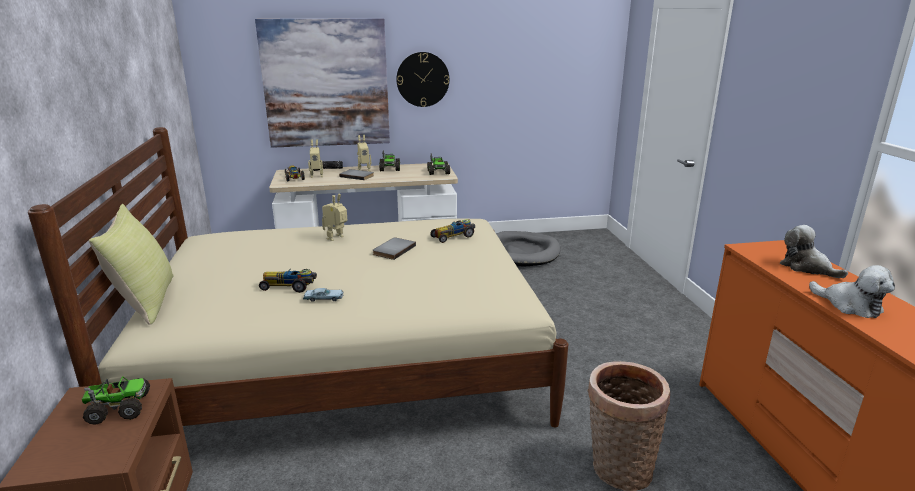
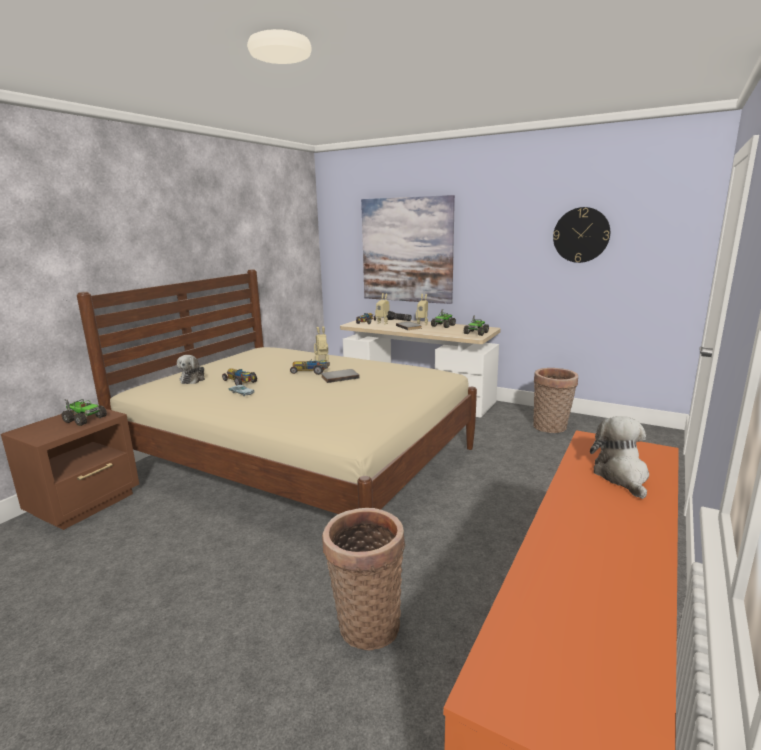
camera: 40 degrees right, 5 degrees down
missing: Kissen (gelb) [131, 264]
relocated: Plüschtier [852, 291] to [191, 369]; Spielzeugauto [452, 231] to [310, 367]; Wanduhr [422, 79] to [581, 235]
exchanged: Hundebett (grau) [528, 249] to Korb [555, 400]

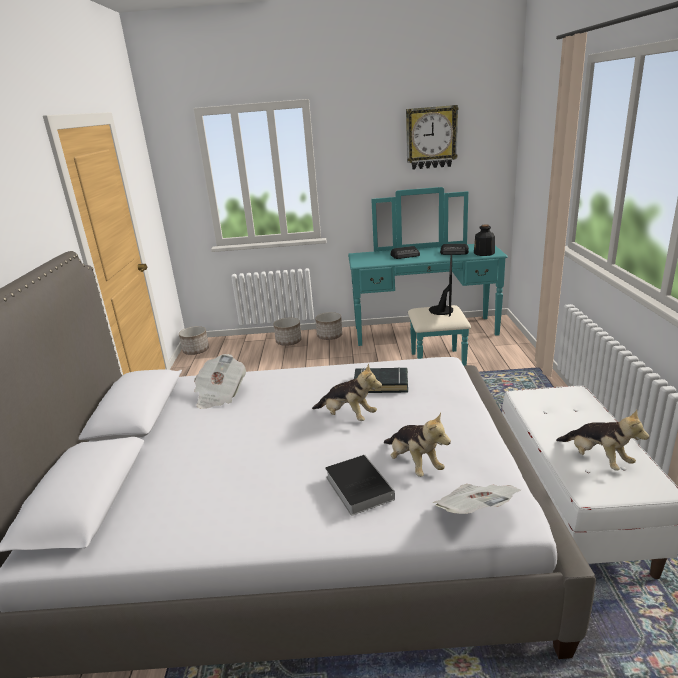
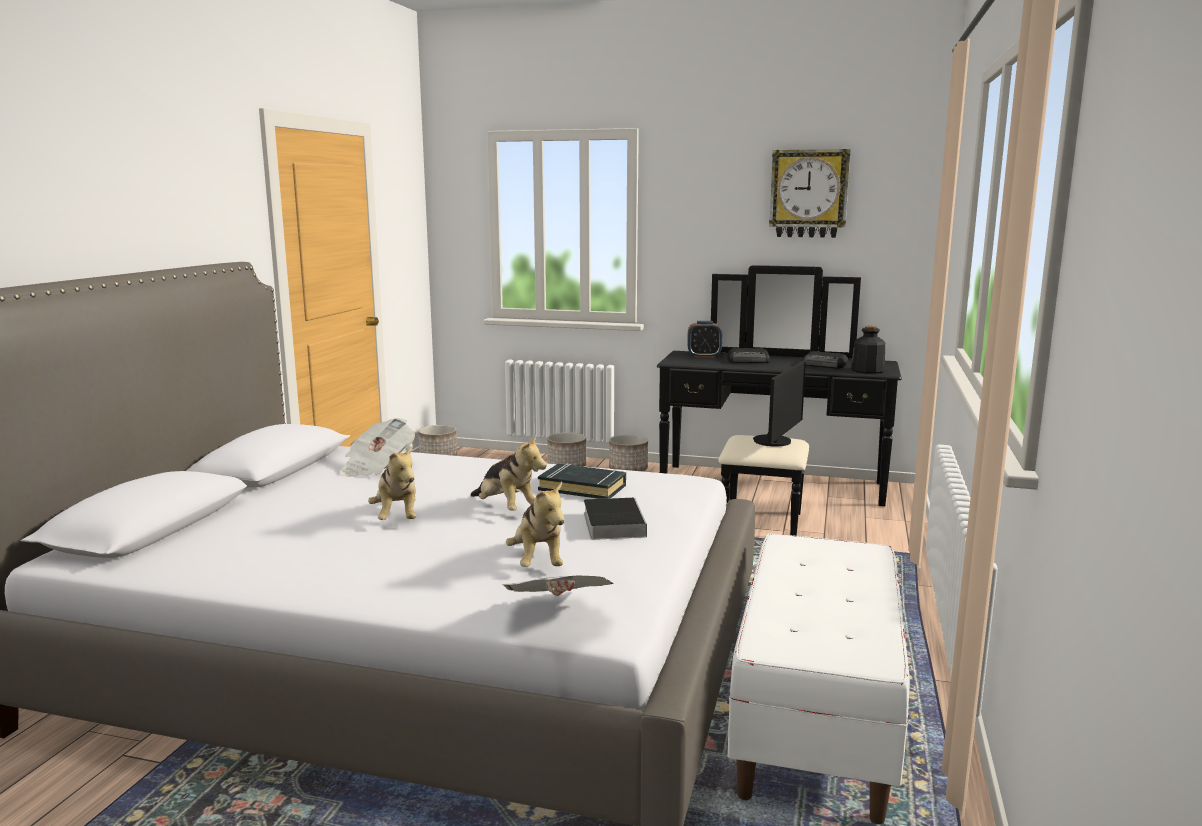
camera: 15 degrees right, 10 degrees down
appeared: Wecker [704, 339]
relocated: Plüschtier [602, 439] to [392, 482]; Buch [360, 485] to [615, 519]
colour: Kommode (türkis) [428, 276] to Kommode (schwarz) [779, 400]

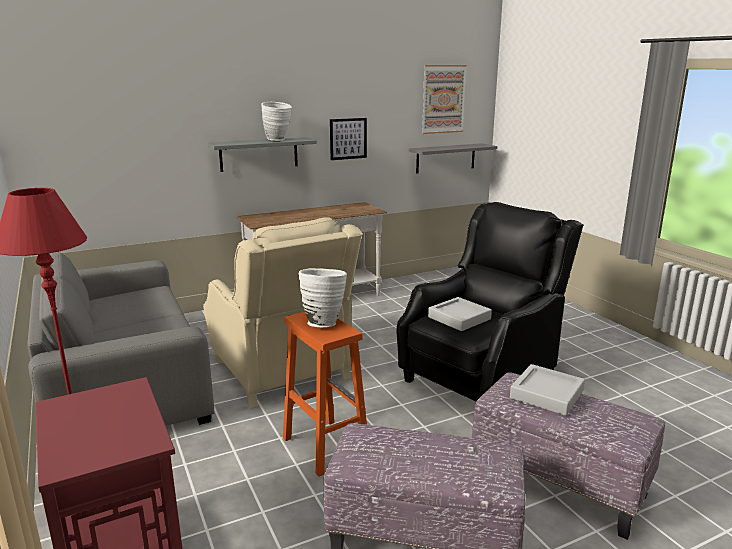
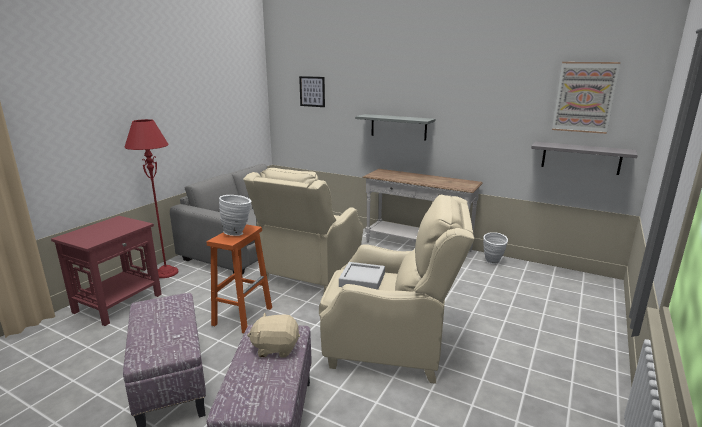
camera: 55 degrees right, 0 degrees up
relocated: Bild [348, 139] to [312, 91]; Vase (weiß) [276, 121] to [495, 248]
exchanged: Tablett (grau) [547, 390] to Plüschtier (beige) [273, 335]
colour: Sessel (schwarz) [490, 301] to Sessel (beige) [397, 289]

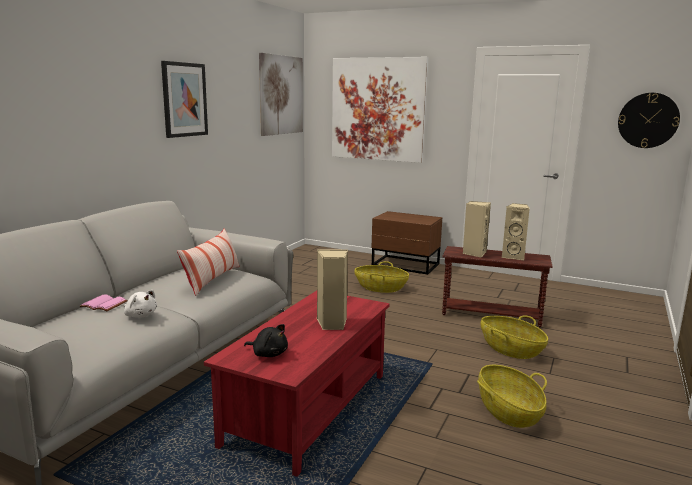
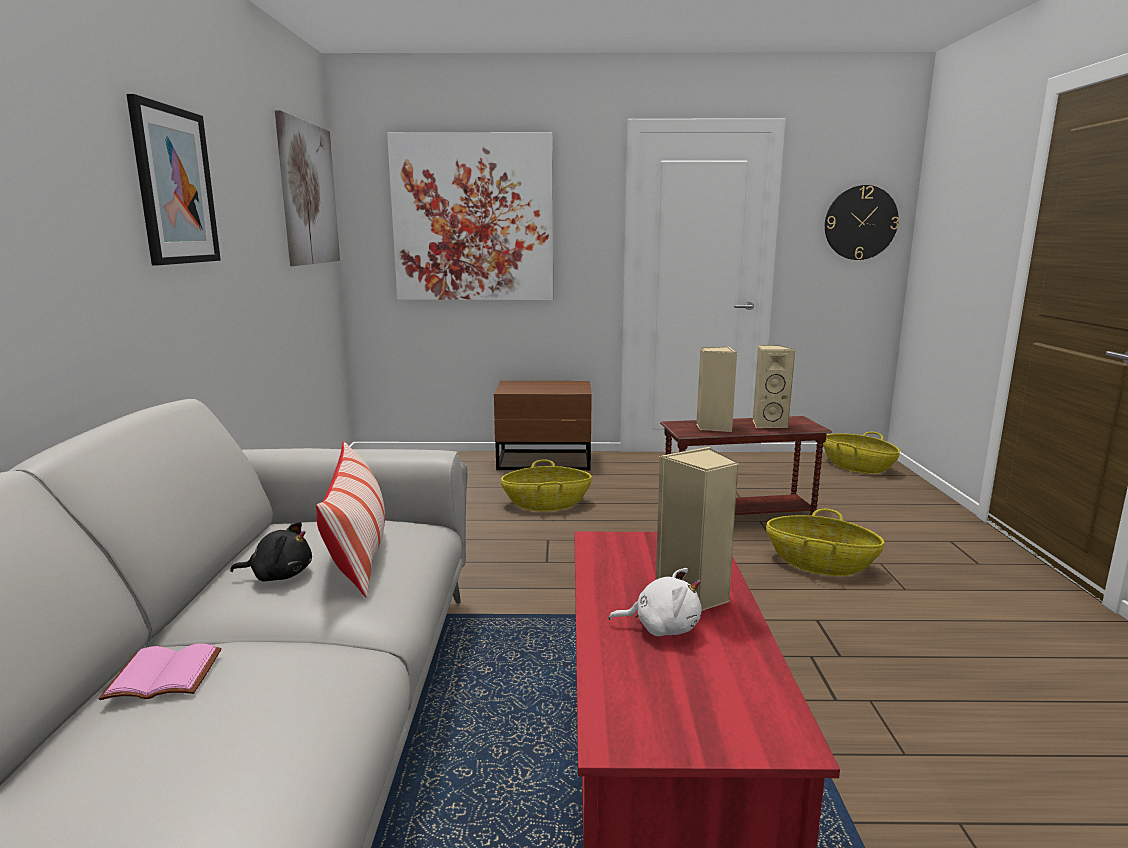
camera: 25 degrees left, 0 degrees up
relocated: Plüschtier (schwarz) [266, 340] to [271, 552]; Plüschtier (weiß) [140, 304] to [655, 602]; Korb [512, 396] to [861, 453]

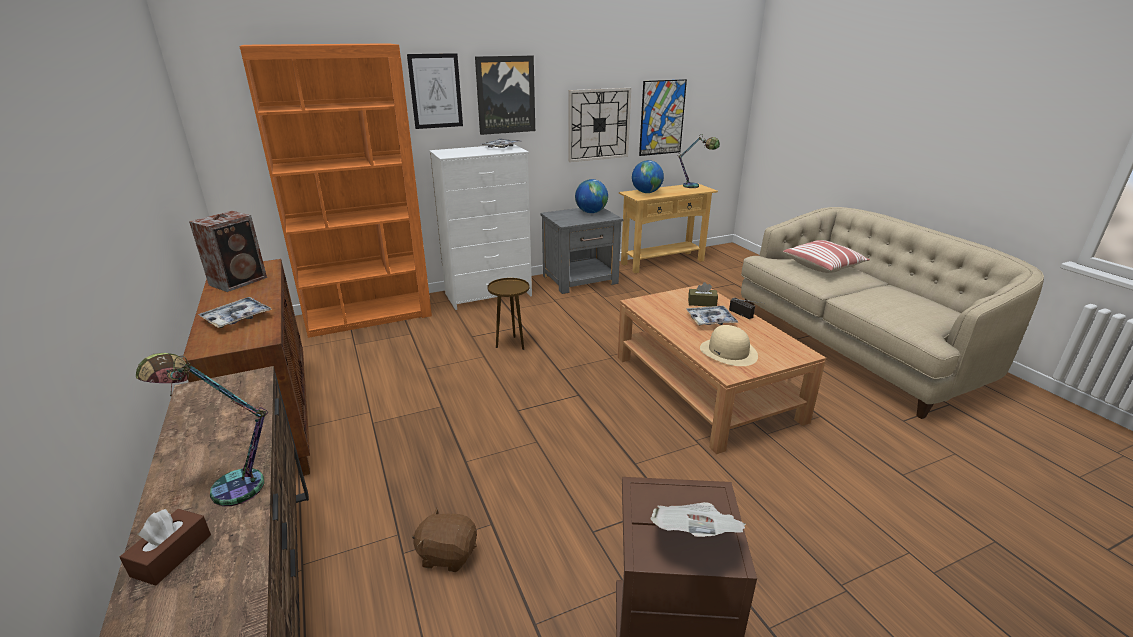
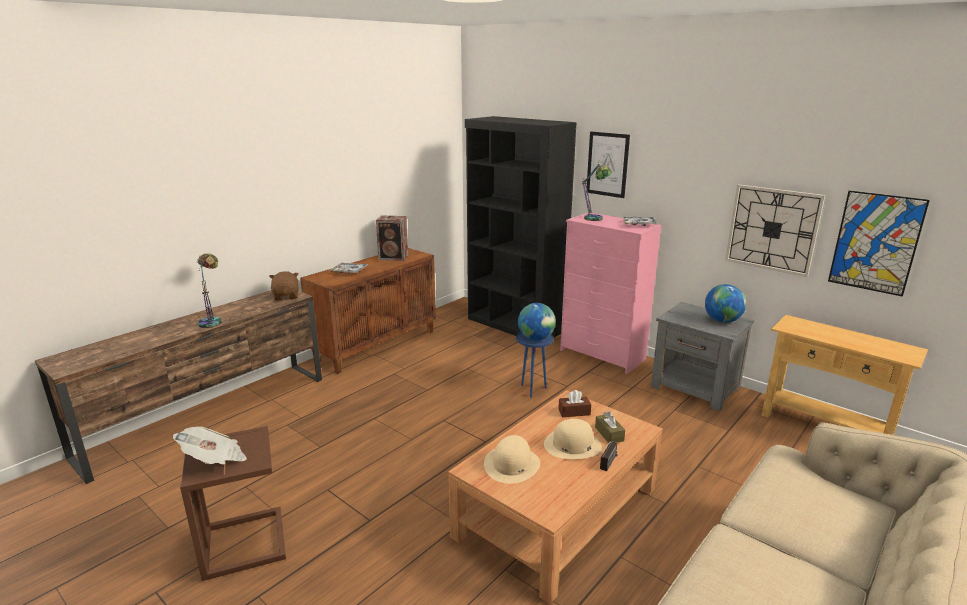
camera: 65 degrees right, 5 degrees down
missing: Bild [505, 95]; Kissen [826, 256]
relocated: Plüschtier (braun) [444, 539] to [284, 286]; Globus [648, 176] to [537, 322]; Taschentuchbox (braun) [165, 547] to [574, 403]; Tischlampe [698, 162] to [597, 191]
exchanged: Tablett [712, 316] to Hut (beige) [573, 439]
colour: Bücherregal (orange) [335, 190] to Bücherregal (schwarz) [521, 226]; Beistelltisch (braun) [508, 314] to Beistelltisch (blau) [535, 365]; Kommode (weiß) [480, 227] to Kommode (rosa) [611, 293]

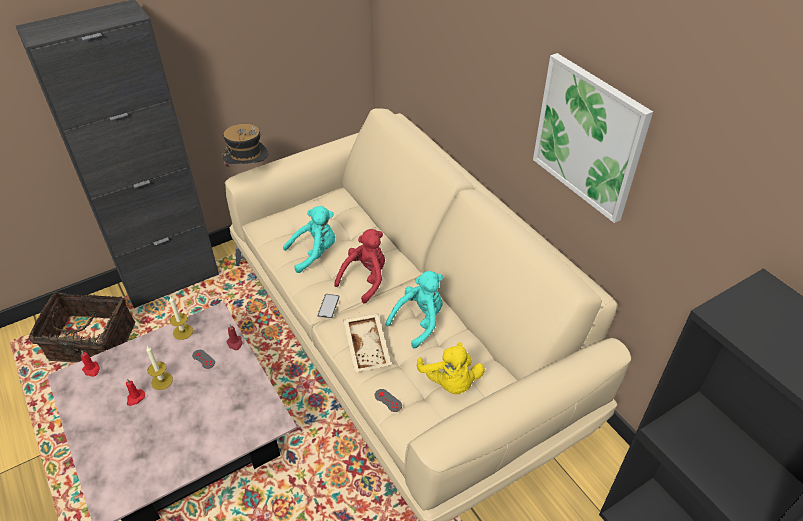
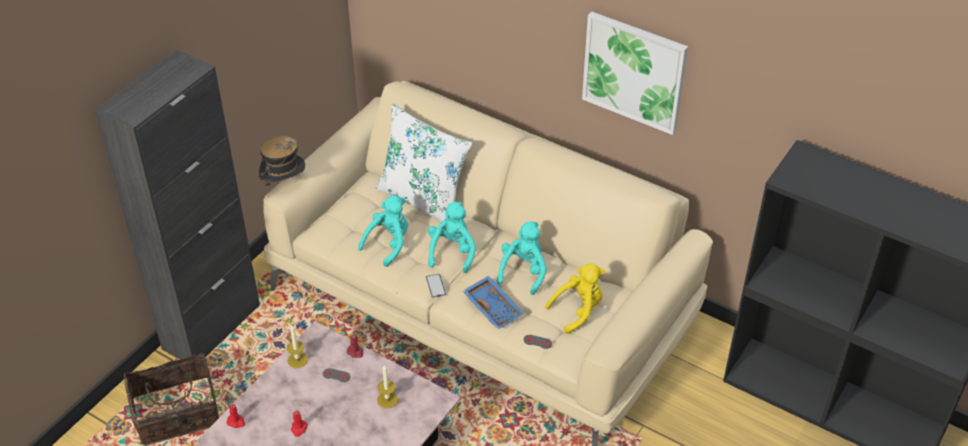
camera: 25 degrees left, 0 degrees up
appeared: Kissen (weiß) [424, 163]
relocated: Kerze [159, 368] to [387, 386]
colour: Plüschtier (rot) [359, 266] to Plüschtier (türkis) [452, 237]; Tablett (beige) [367, 342] to Tablett (blau) [493, 303]
spun: Plüschtier (gelb) [451, 368] = [575, 298] 75 degrees counterclockwise

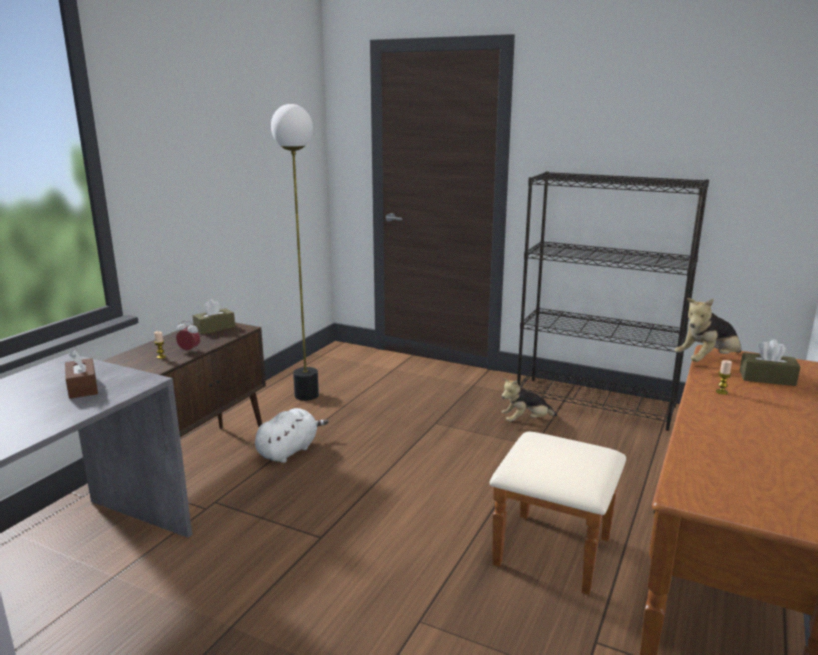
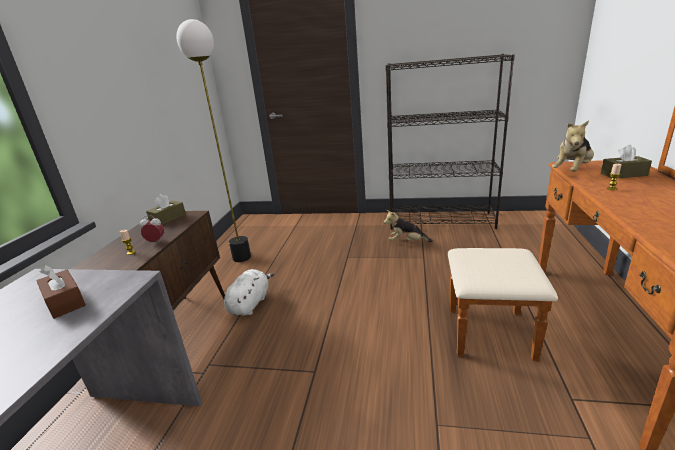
camera: 15 degrees left, 5 degrees up
spun: Plüschtier [529, 400] = [408, 226] 45 degrees clockwise

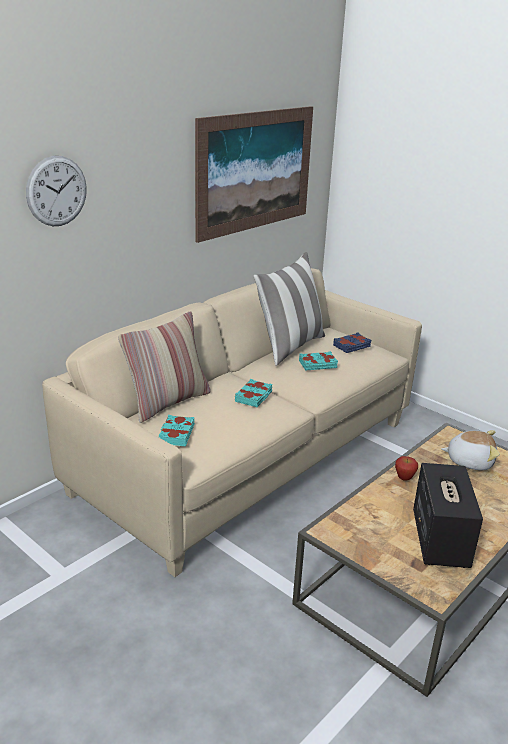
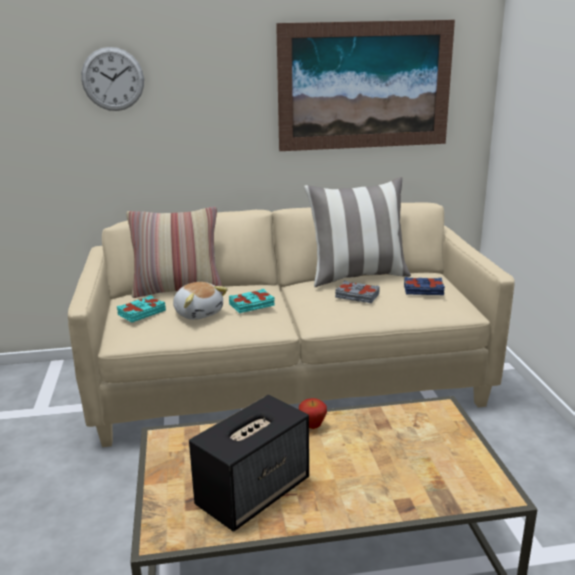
camera: 40 degrees right, 5 degrees down
relocated: Plüschtier [470, 450] to [200, 301]
colour: Buch (türkis) [318, 361] to Buch (grau) [357, 292]

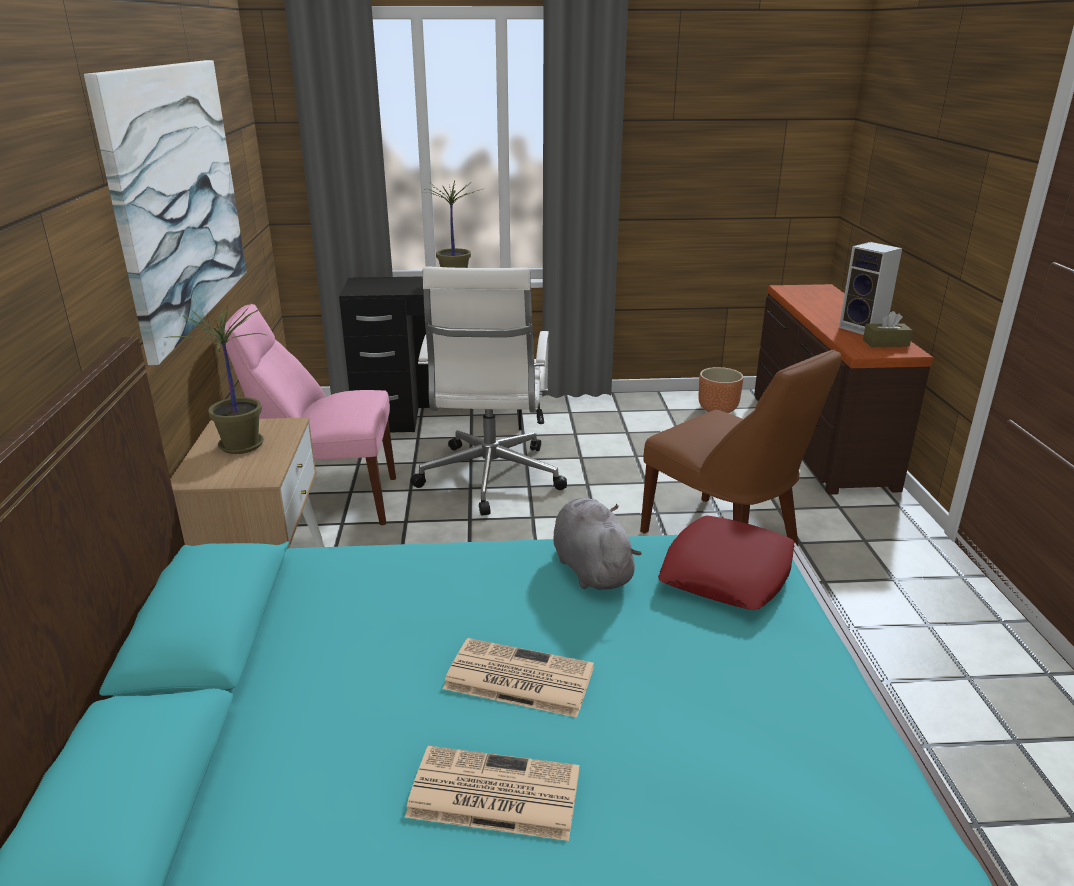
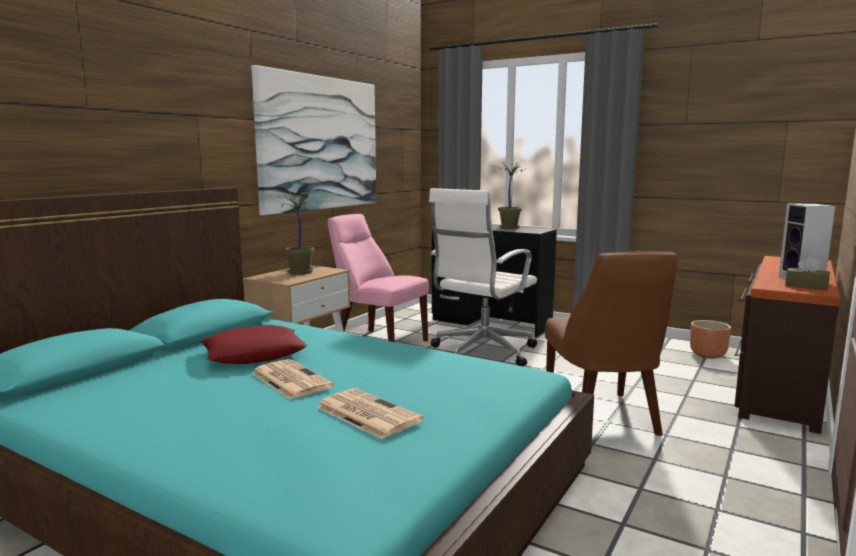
camera: 35 degrees right, 15 degrees down
missing: Plüschtier (grau) [597, 544]
relocated: Kissen (rot) [726, 563] to [254, 344]; Zeitung [492, 793] to [370, 413]

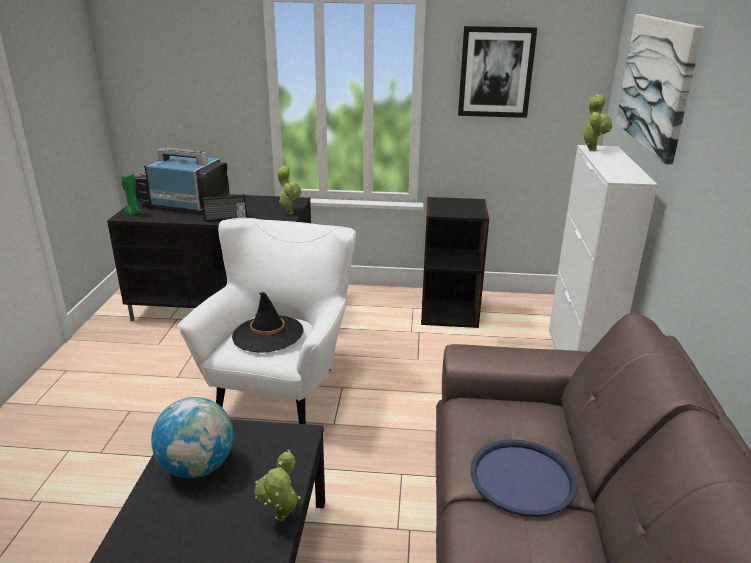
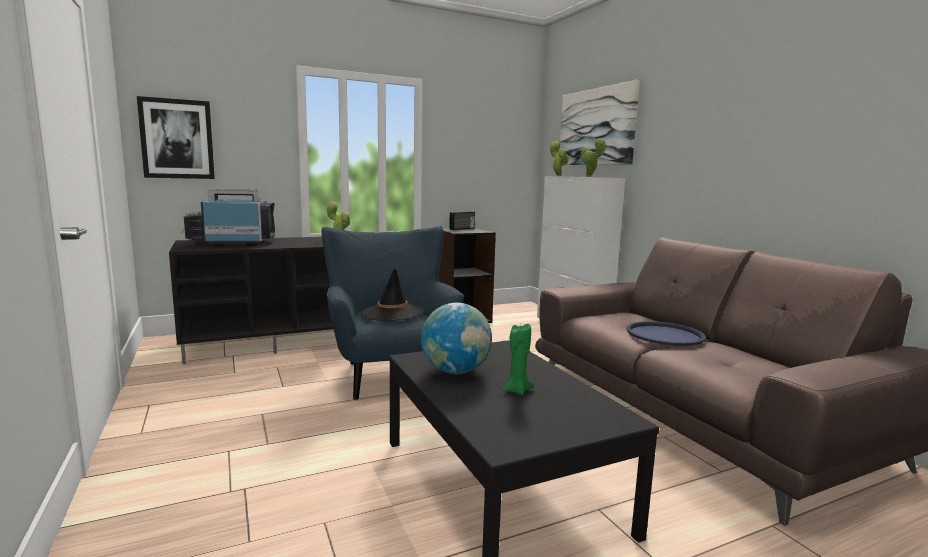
camera: 30 degrees left, 15 degrees down
relocated: Bild [497, 72] to [176, 137]; Radio [224, 208] to [462, 221]; Kerze (grün) [132, 194] to [518, 359]; Topfpflanze [277, 485] to [593, 157]
colour: Sessel (weiß) [267, 321] to Sessel (blau) [393, 313]

